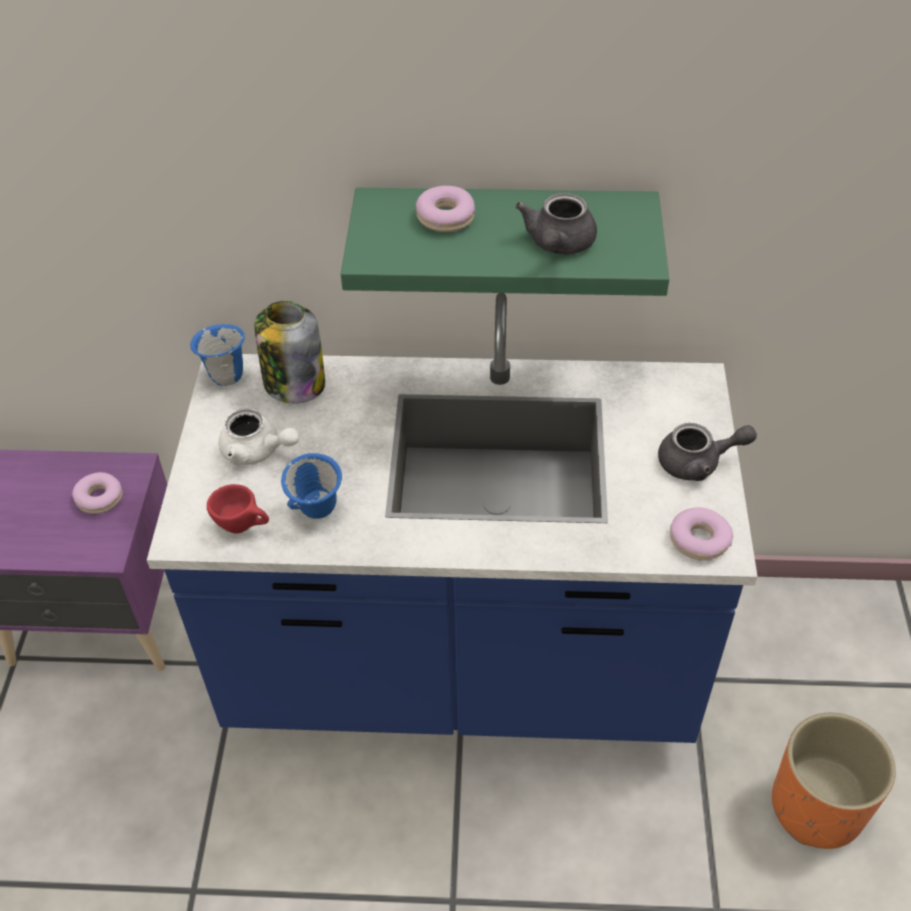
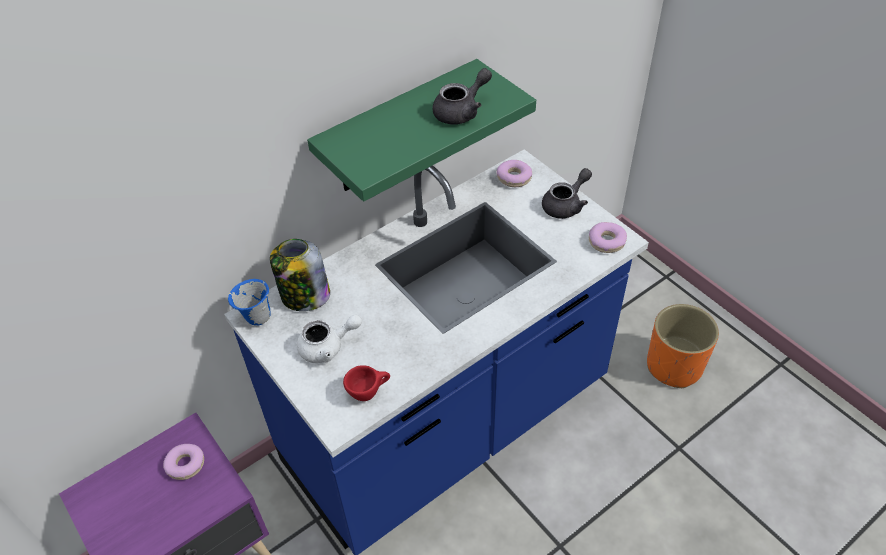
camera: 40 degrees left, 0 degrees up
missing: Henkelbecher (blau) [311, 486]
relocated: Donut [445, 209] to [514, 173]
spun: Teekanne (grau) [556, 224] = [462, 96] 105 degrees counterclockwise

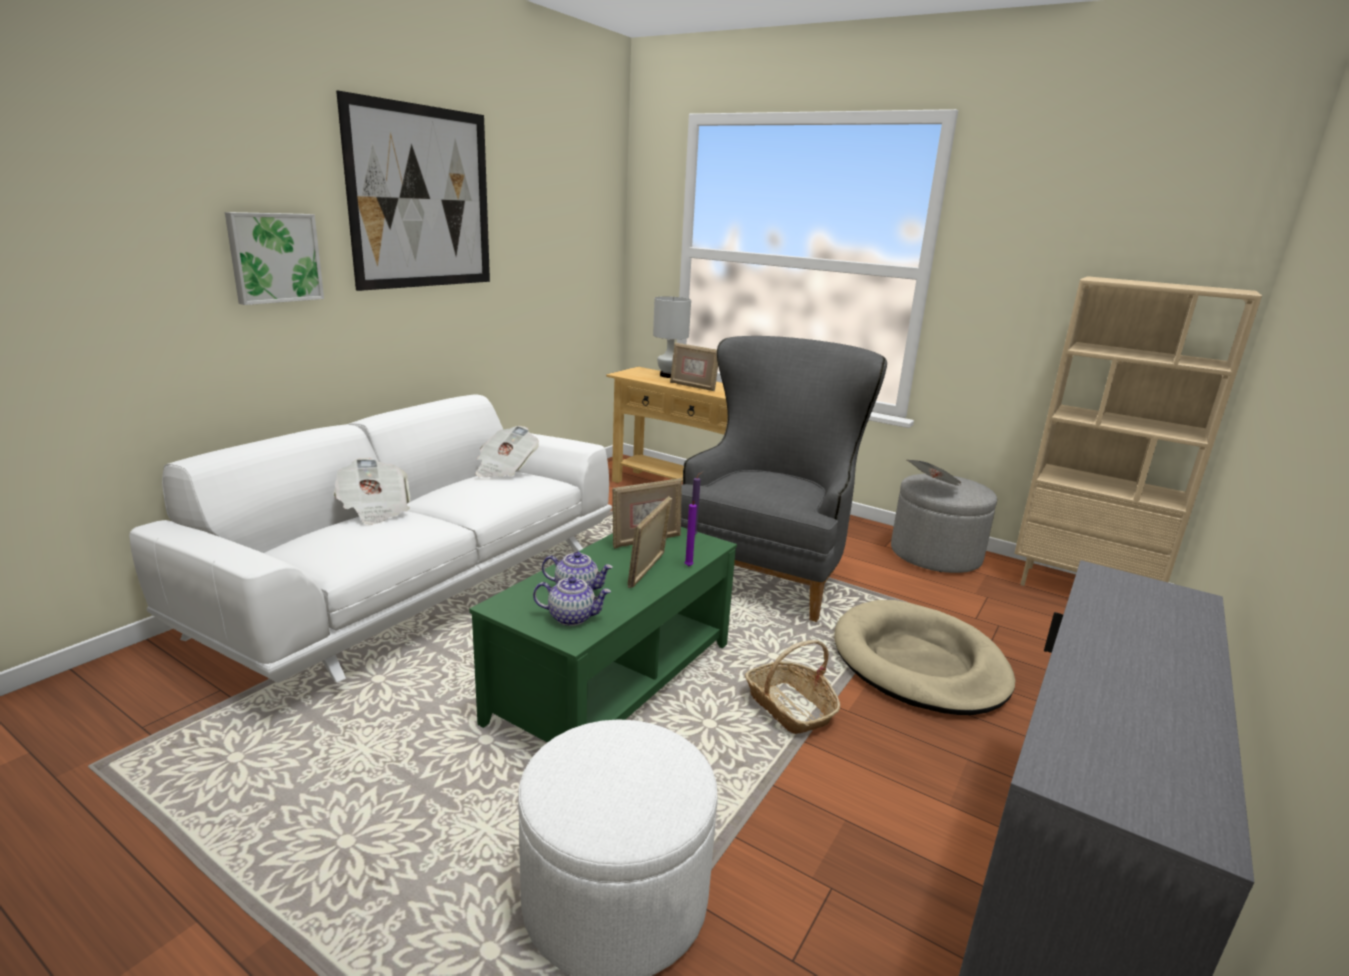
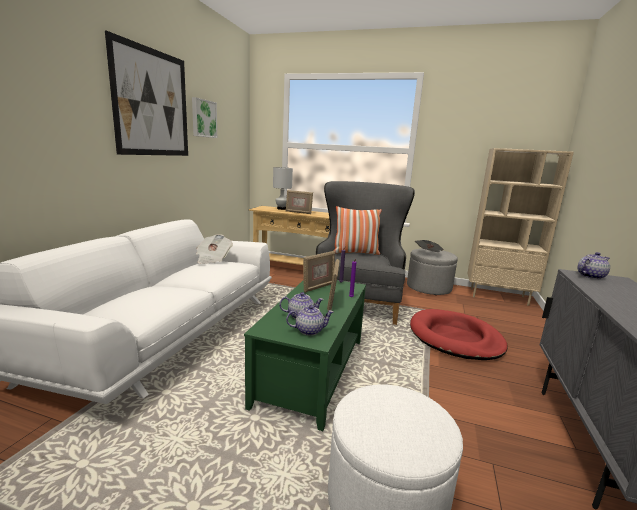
camera: 15 degrees left, 5 degrees down
missing: Zeitung [371, 491]; Korb [792, 687]
appeared: Kissen [357, 230]; Teekanne [593, 265]
relocated: Bild [274, 258] to [204, 117]
colour: Hundebett (beige) [924, 657] to Hundebett (rot) [459, 334]

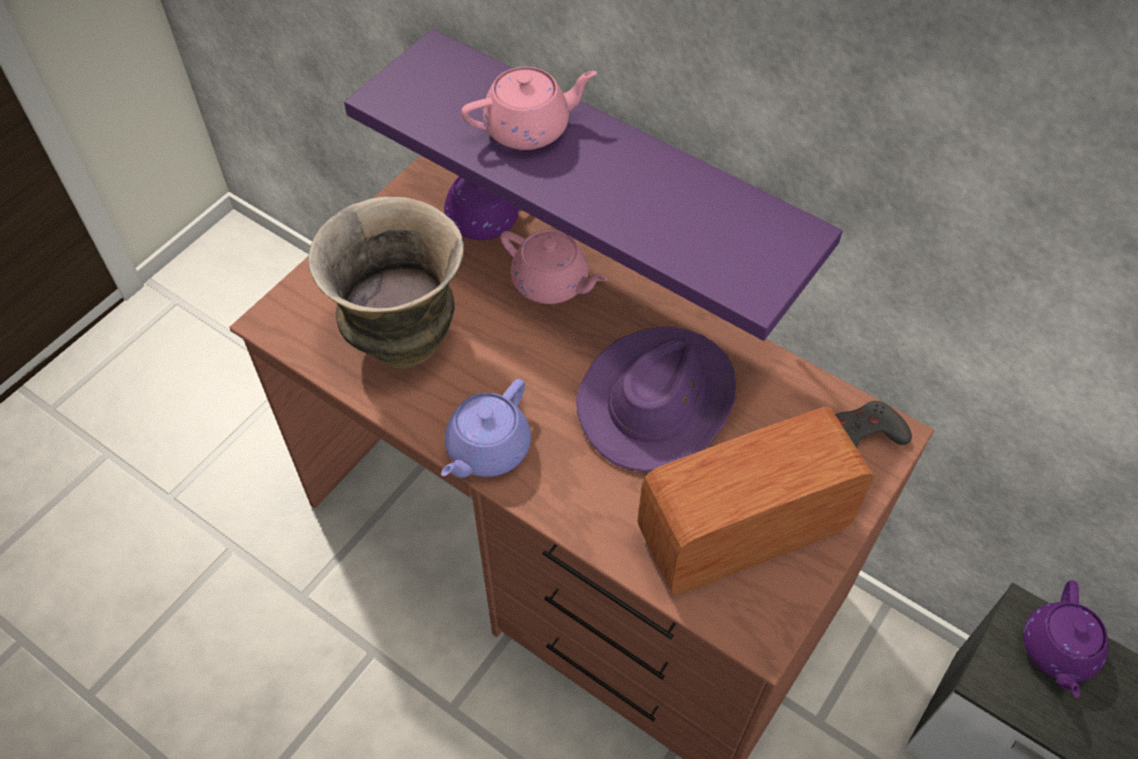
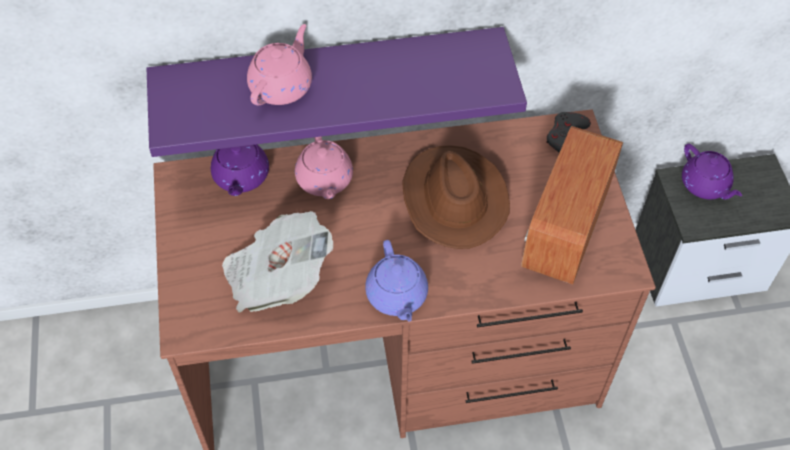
camera: 45 degrees left, 0 degrees up
exchanged: Vase [386, 282] to Zeitung [277, 261]
colour: Hut (lila) [656, 399] to Hut (braun) [456, 197]
spun: Teekanne (rosa) [553, 266] = [324, 167] 90 degrees clockwise

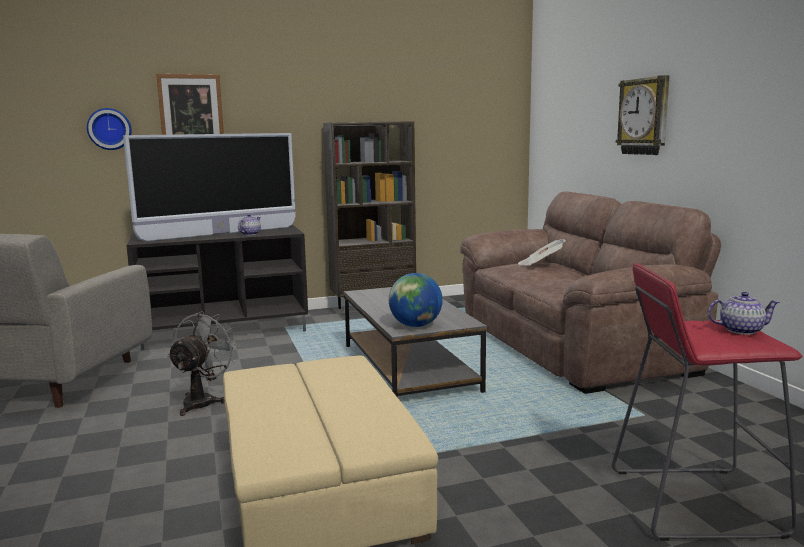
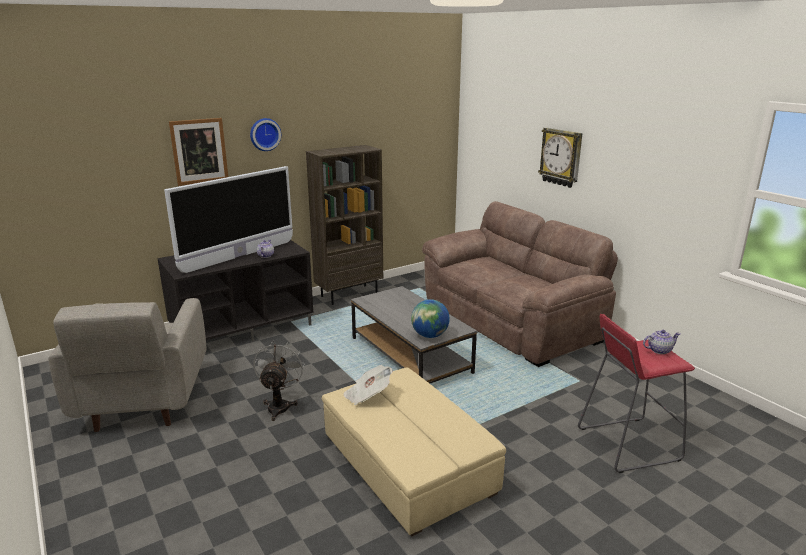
camera: 15 degrees left, 10 degrees up
relocated: Wanduhr [109, 129] to [265, 134]; Zeitung [542, 252] to [368, 385]

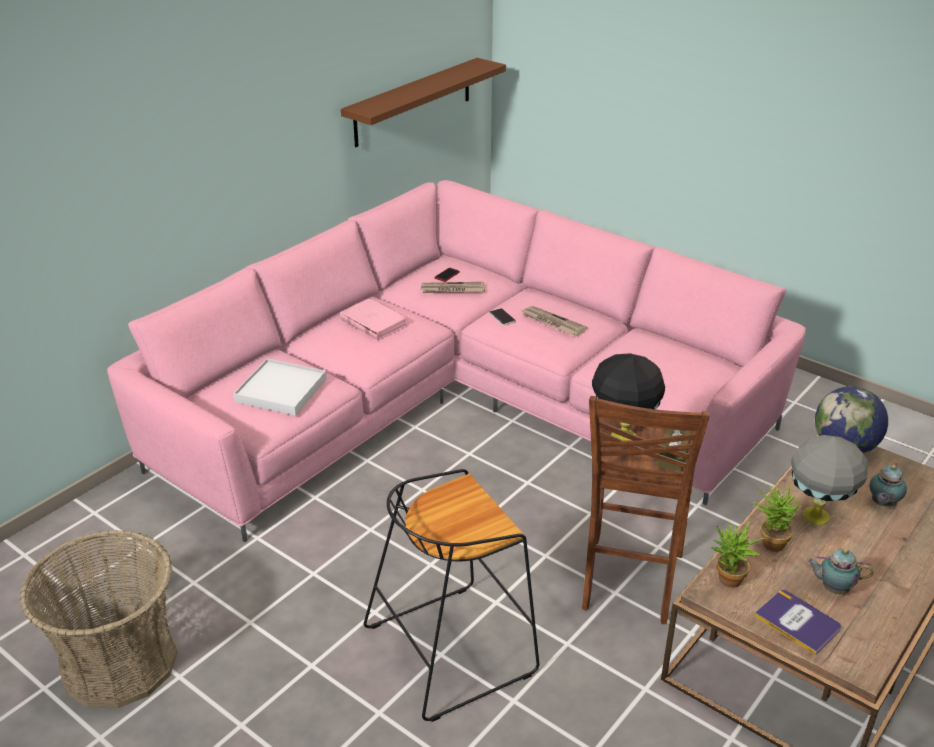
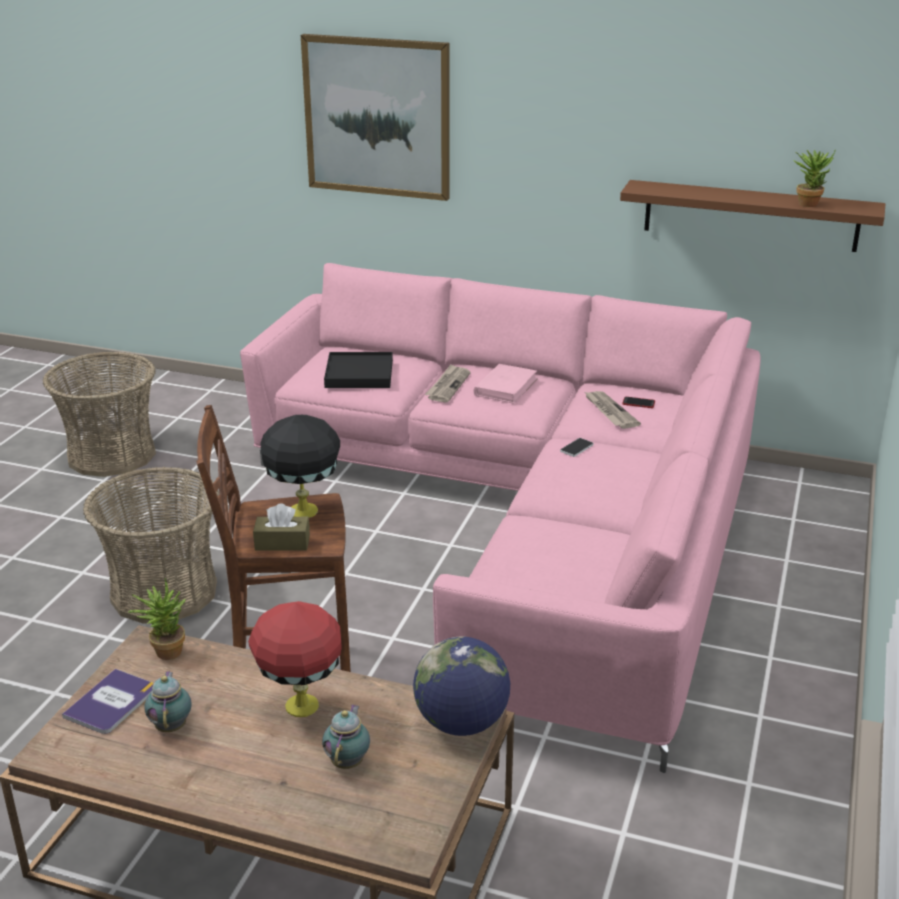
camera: 70 degrees right, 5 degrees down
appeared: Bild [375, 117]
relocated: Zeitung [554, 321] to [447, 383]; Topfpflanze [776, 517] to [814, 178]
exchanged: Hocker (schwarz) [451, 595] to Korb [151, 545]
colour: Tischlampe (grau) [829, 480] to Tischlampe (rot) [295, 659]; Tablett (weiß) [280, 387] to Tablett (schwarz) [358, 370]
spun: Teekanne [888, 485] = [346, 736] 90 degrees clockwise

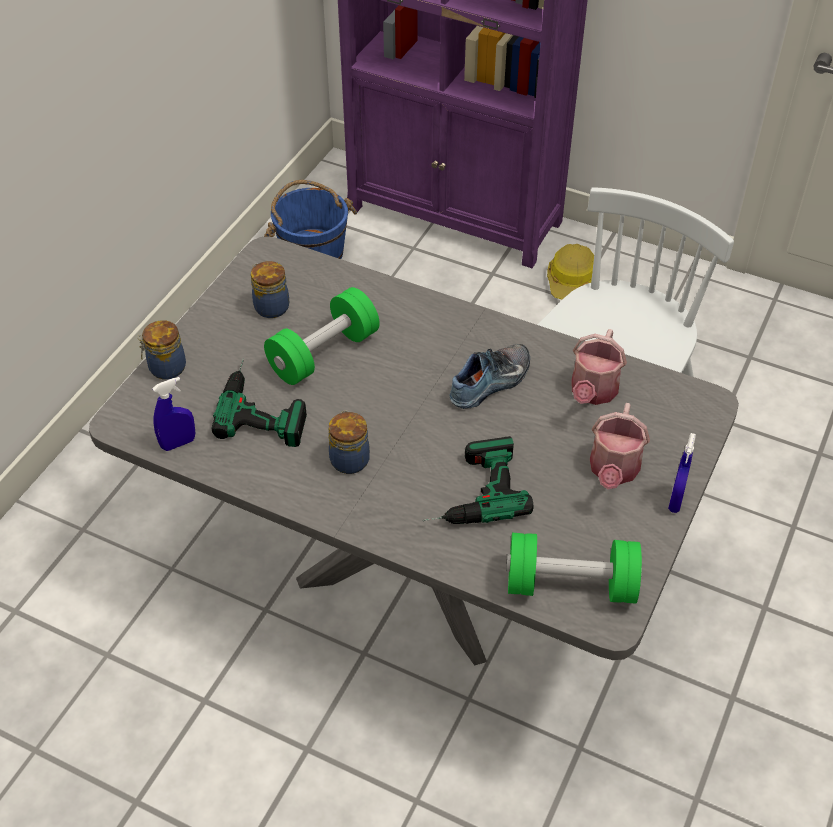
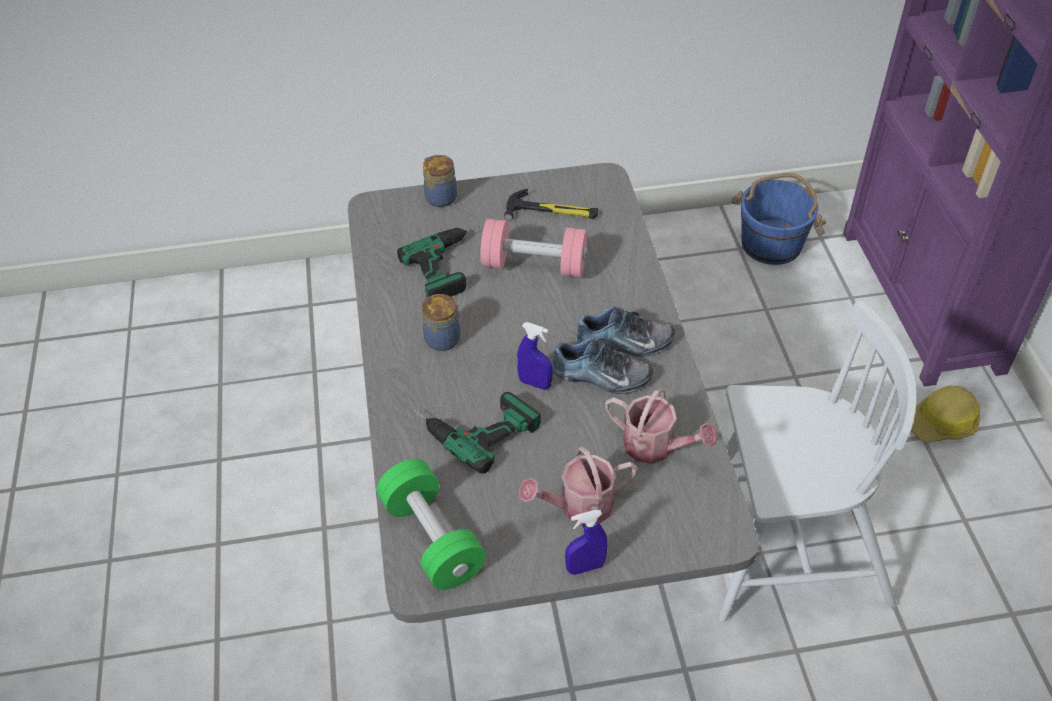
camera: 55 degrees right, 0 degrees up
appeared: Schuh [625, 331]
relocated: Sprühflasche (blau) [173, 414] to [535, 356]
exchanged: Vorratsglas [270, 289] to Hammer [551, 204]
colour: Hantel (grün) [322, 336] to Hantel (rosa) [533, 248]
spun: Gießkanne [599, 367] = [661, 426] 135 degrees counterclockwise

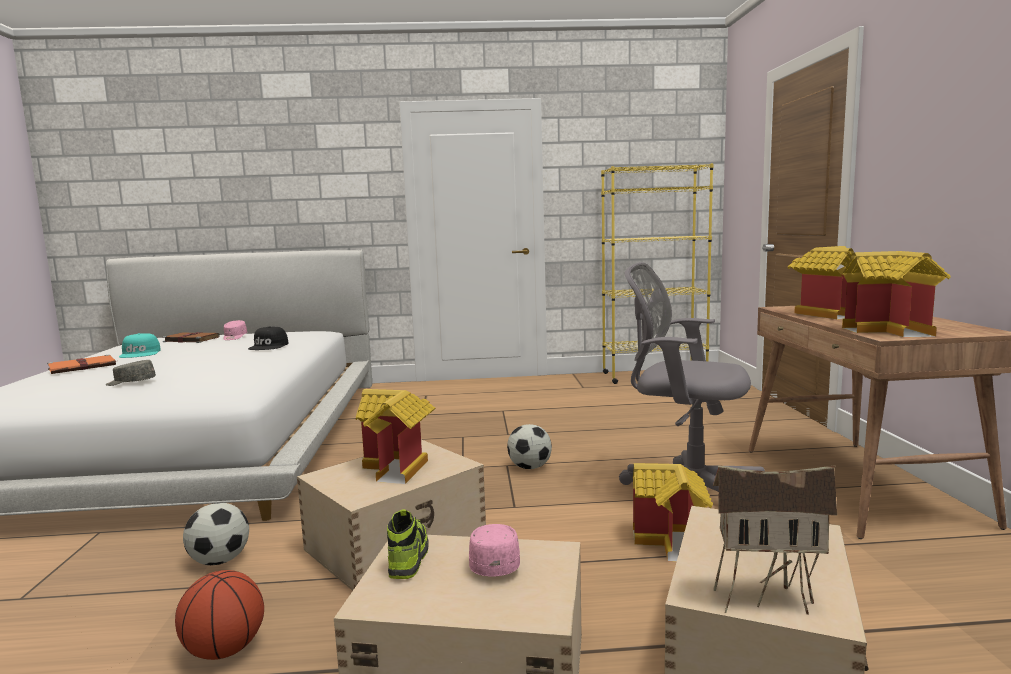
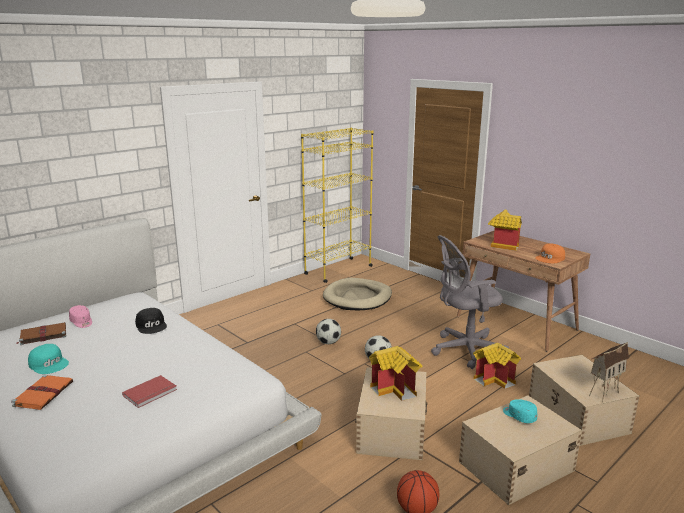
camera: 40 degrees left, 10 degrees up
missing: Schuh [408, 544]
appeared: Hundebett (beige) [357, 294]
relocated: Fußball [216, 534] to [328, 331]
exchanged: Kappe (grau) [131, 373] to Buch (rot) [149, 391]; Spielzeughaus [896, 294] to Kappe (orange) [550, 254]
colour: Kappe (rosa) [494, 550] to Kappe (türkis) [520, 411]

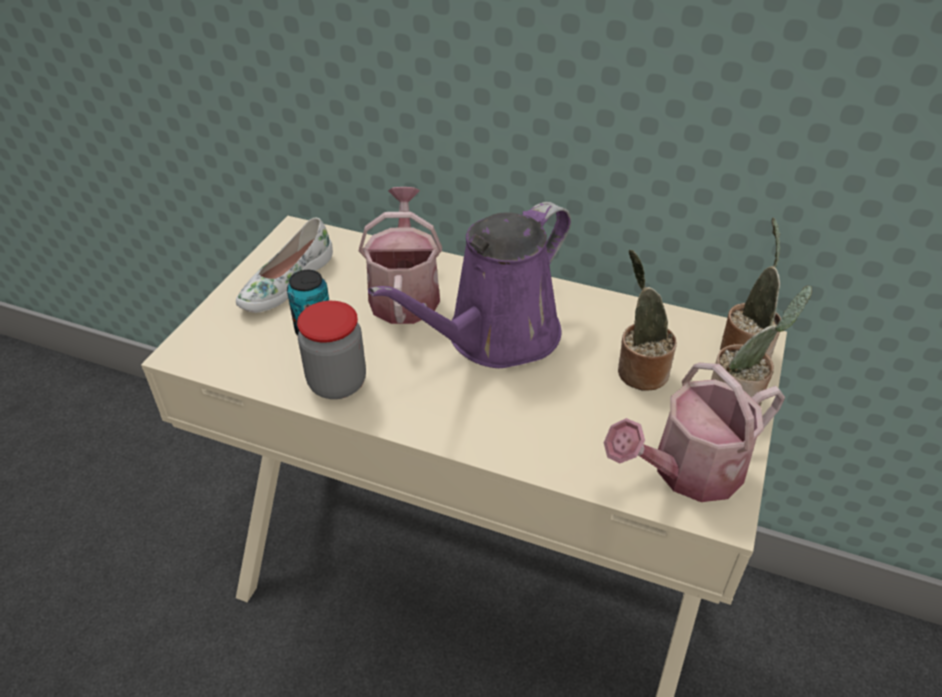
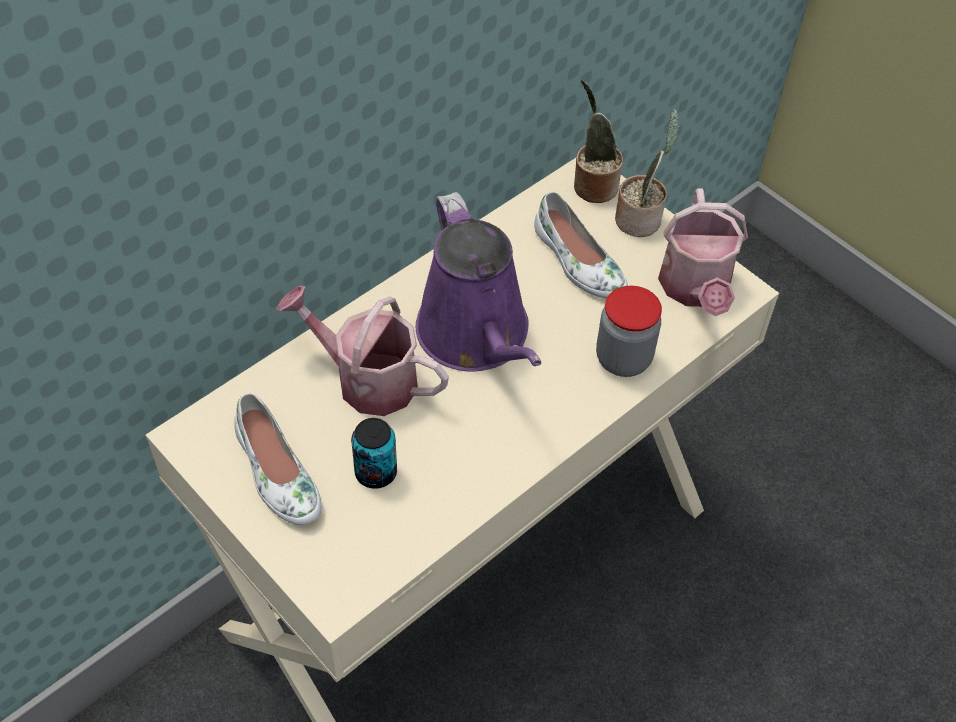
camera: 65 degrees left, 10 degrees up
relocated: Vorratsglas [331, 350] to [629, 331]
exchanged: Topfpflanze [647, 320] to Schuh (weiß) [581, 245]

